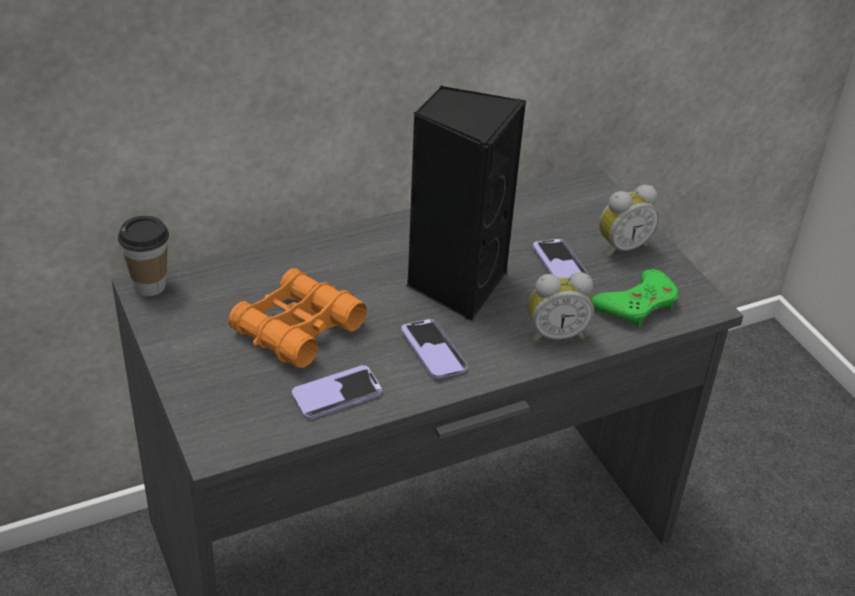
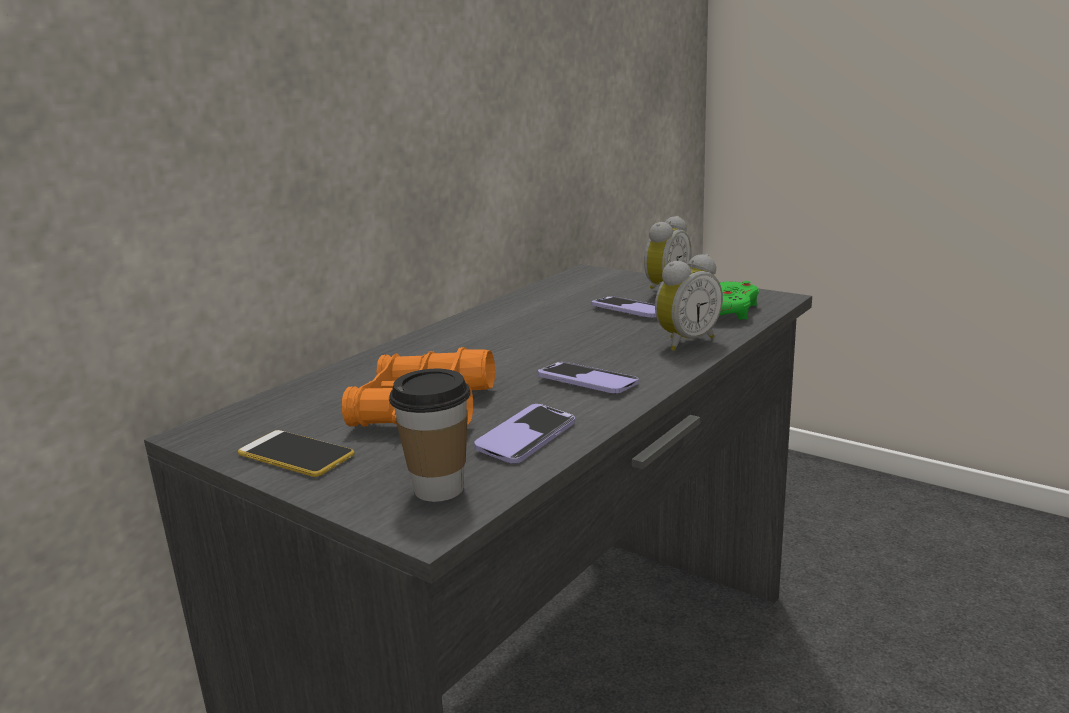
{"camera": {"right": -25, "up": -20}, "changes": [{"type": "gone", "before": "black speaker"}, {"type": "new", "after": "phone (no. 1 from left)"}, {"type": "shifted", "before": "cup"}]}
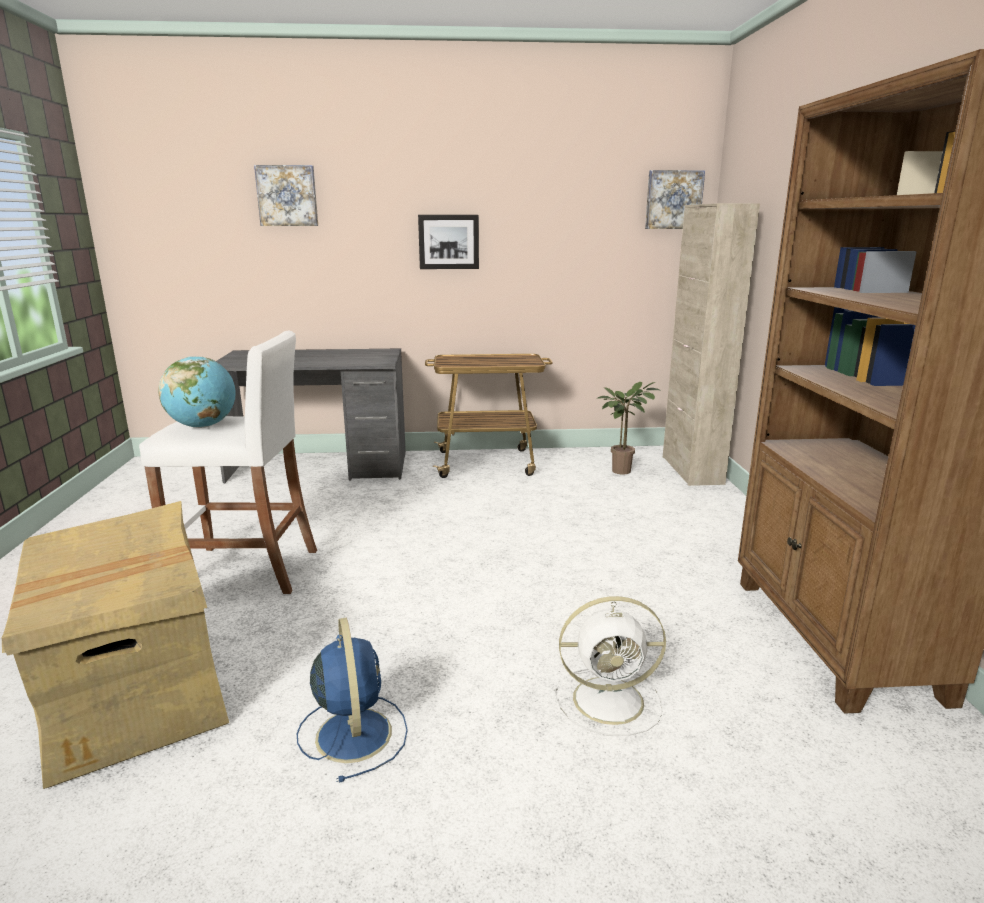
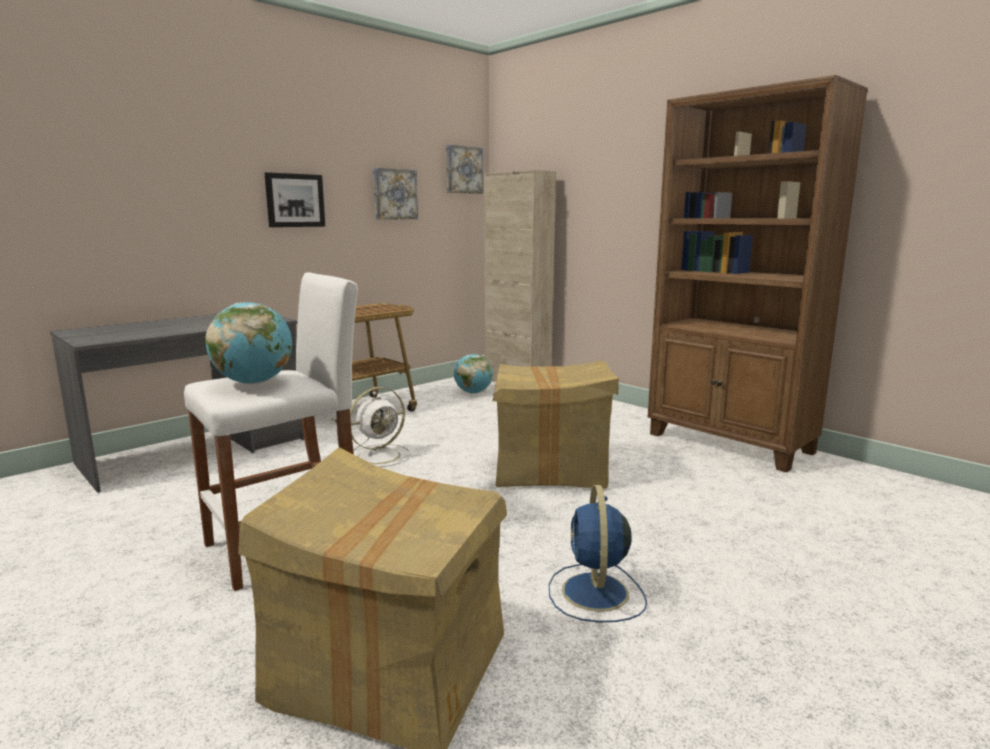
{"camera": {"right": -40, "up": -5}, "changes": [{"type": "new", "after": "cardboard box (no. 2 from left)"}, {"type": "shifted", "before": "picture (no. 1 from left in the first image)", "after": "picture (no. 2 from left)"}, {"type": "shifted", "before": "white fan"}, {"type": "swapped", "before": "potted plant", "after": "globe (no. 2 from left)"}, {"type": "rotated", "before": "blue fan", "turn": -120}]}
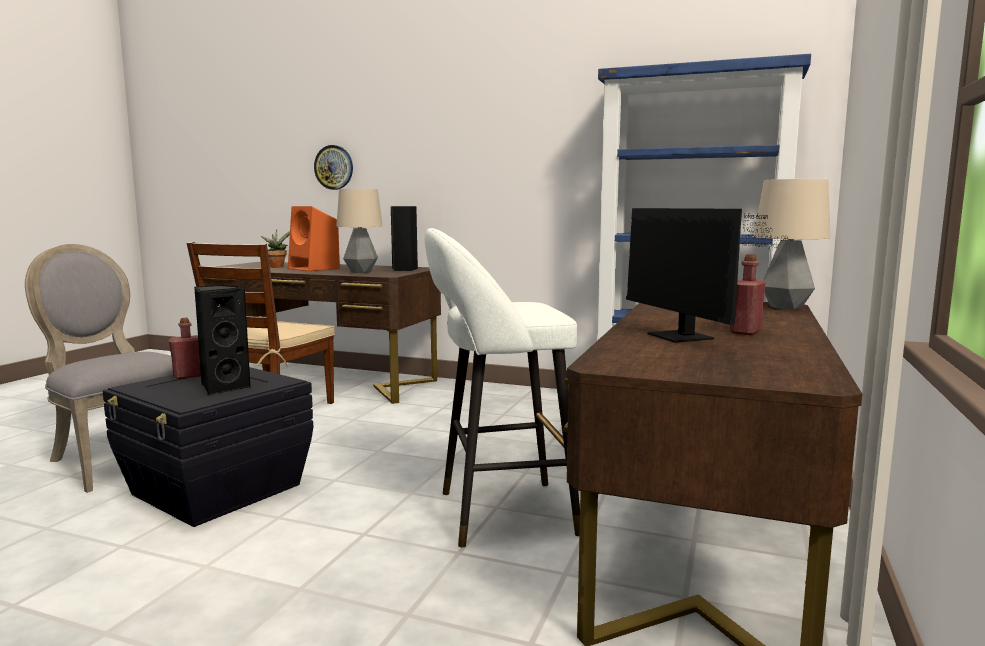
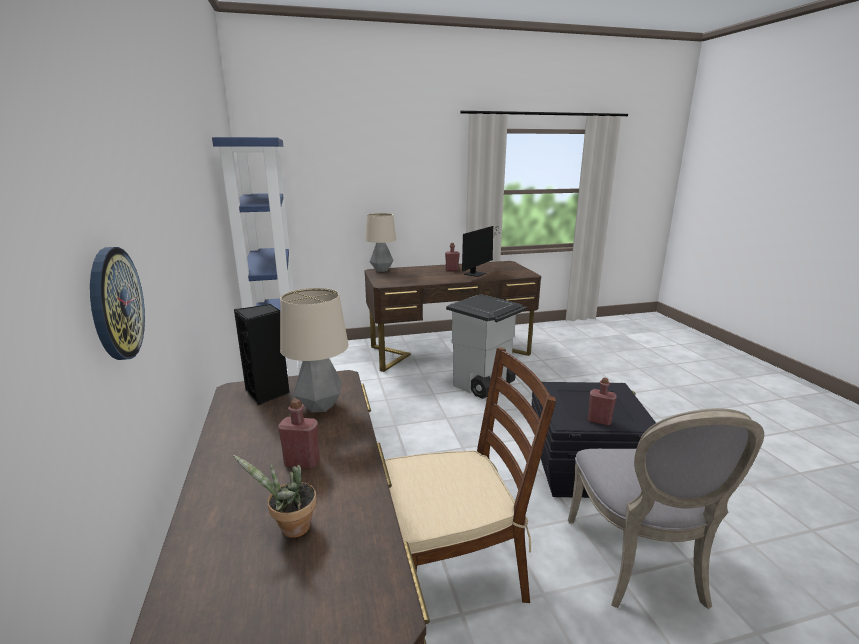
{"camera": {"right": -125, "up": 10}, "changes": [{"type": "gone", "before": "black speaker (no. 1 from left)"}, {"type": "swapped", "before": "orange speaker", "after": "red bottle (no. 1 from left)"}, {"type": "swapped", "before": "white stool", "after": "grey trash can"}]}
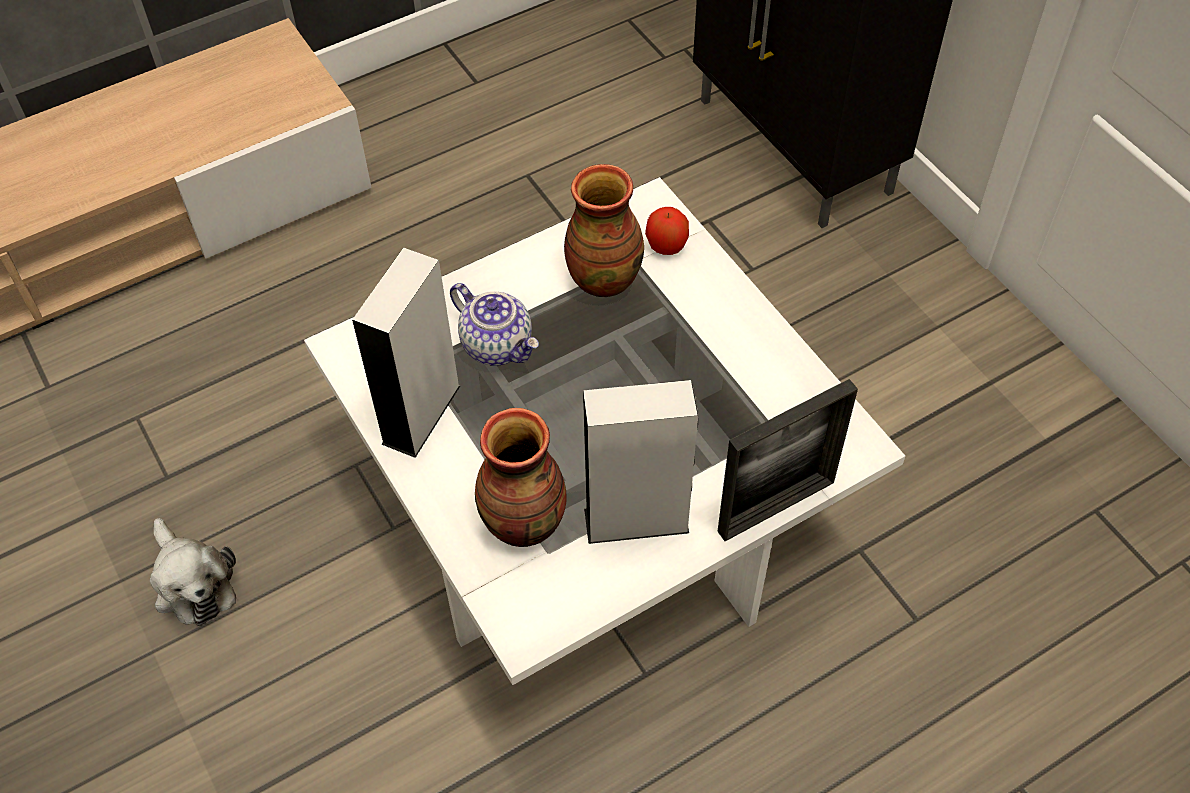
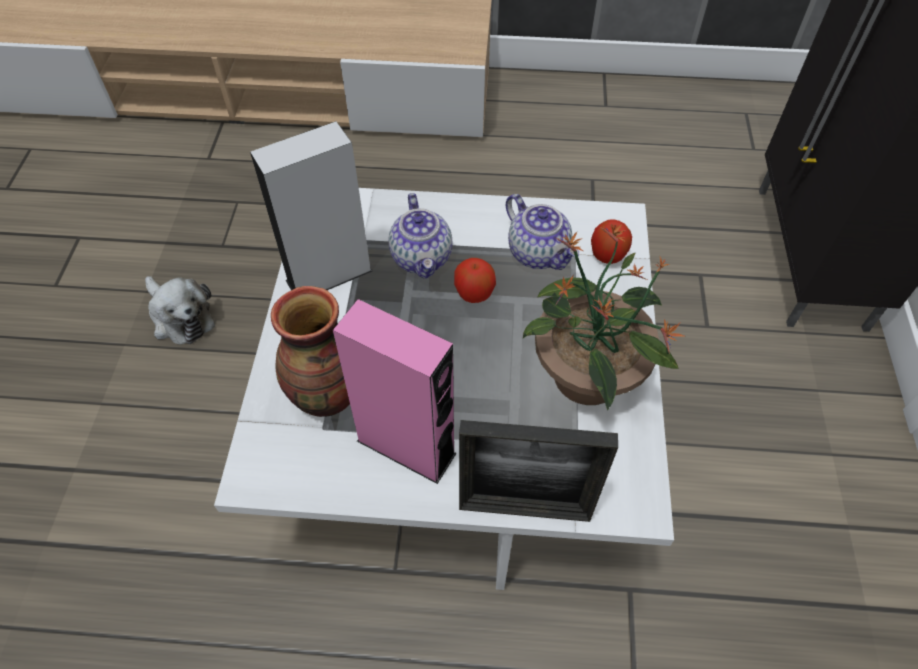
{"camera": {"right": 35, "up": 0}, "changes": [{"type": "new", "after": "apple (no. 1 from left)"}, {"type": "new", "after": "potted plant"}, {"type": "swapped", "before": "vase (no. 2 from left)", "after": "teapot (no. 2 from left)"}, {"type": "repainted", "before": "grey speaker (no. 2 from left)", "after": "pink speaker"}, {"type": "rotated", "before": "plush toy", "turn": -45}]}
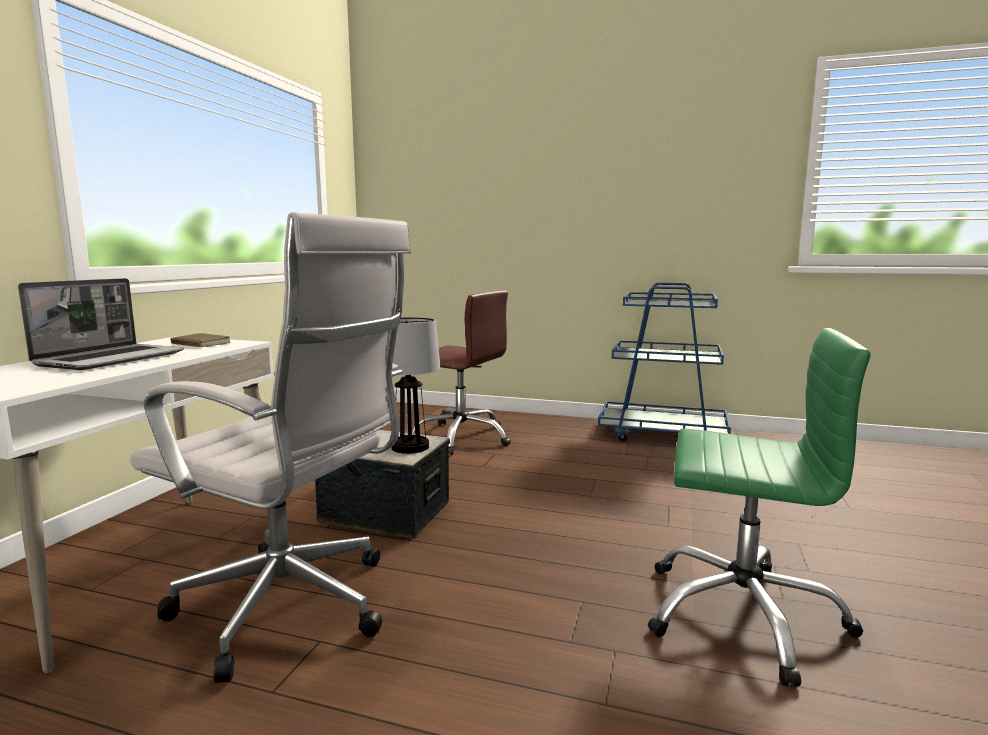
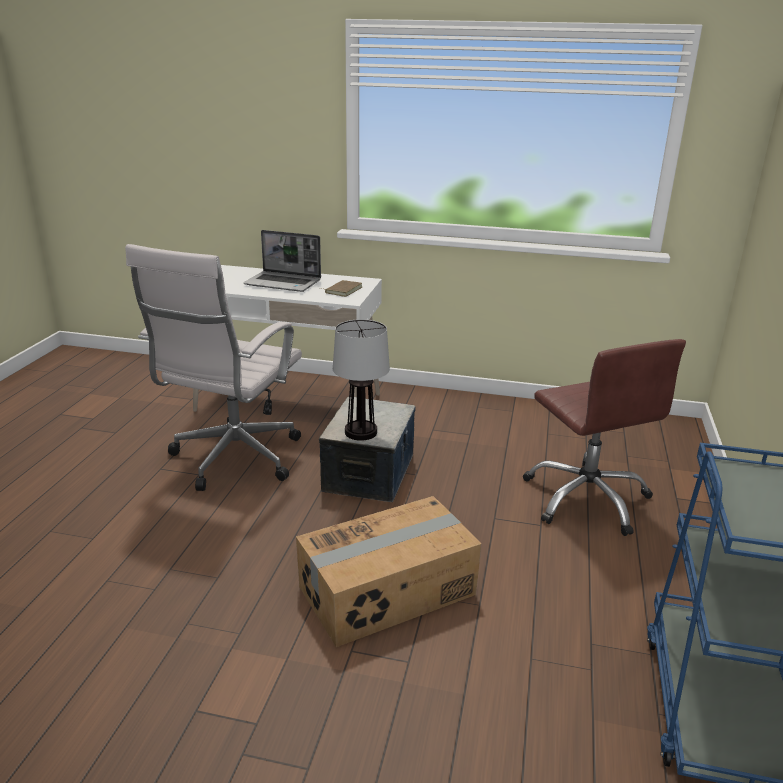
{"camera": {"right": 85, "up": 15}, "changes": [{"type": "gone", "before": "green office chair"}, {"type": "new", "after": "cardboard box"}, {"type": "rotated", "before": "brown office chair", "turn": -45}]}
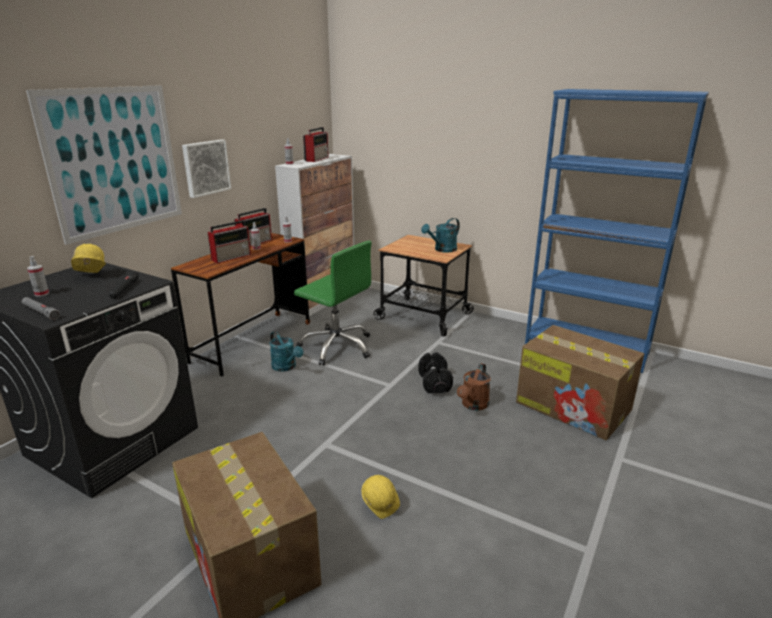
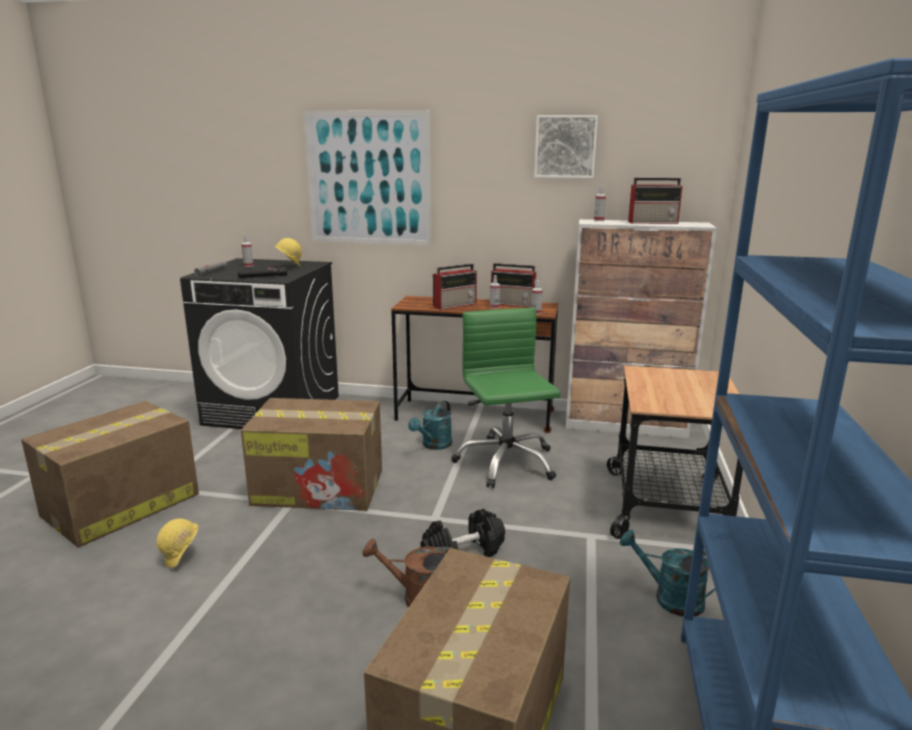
{"camera": {"right": 70, "up": -5}, "changes": [{"type": "new", "after": "cardboard box (no. 2 from left)"}, {"type": "shifted", "before": "picture (no. 2 from left)"}, {"type": "shifted", "before": "turquoise watering can (no. 2 from left)"}, {"type": "rotated", "before": "radio (no. 1 from left)", "turn": -60}, {"type": "rotated", "before": "green office chair", "turn": 150}]}
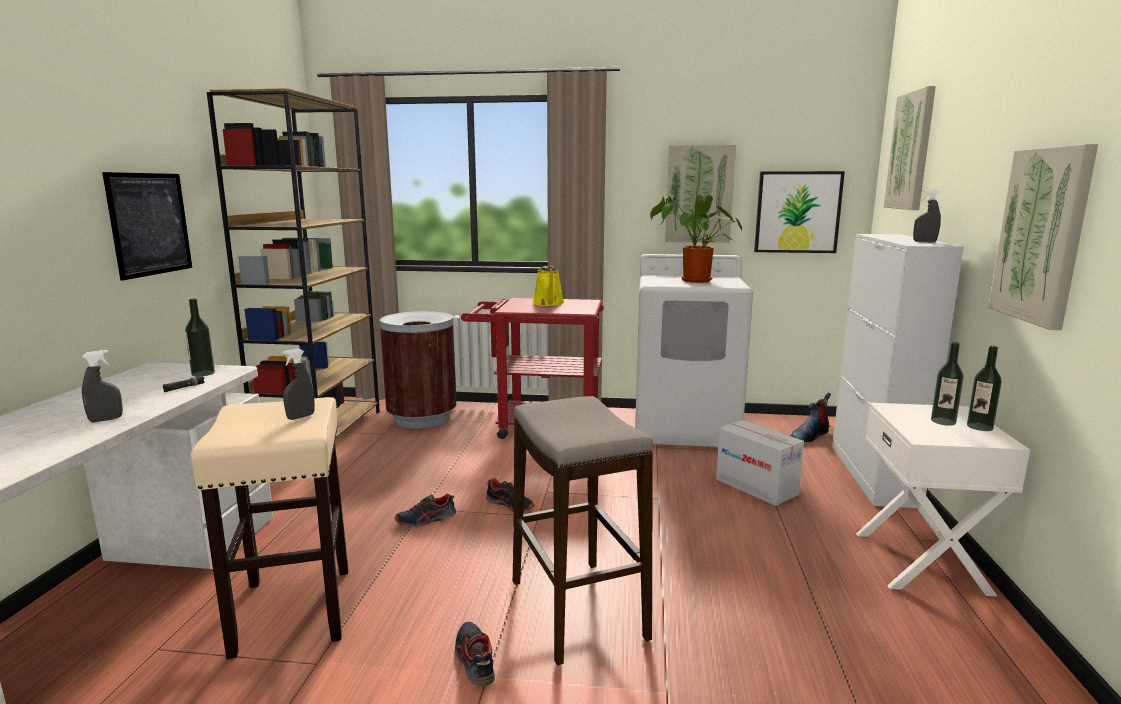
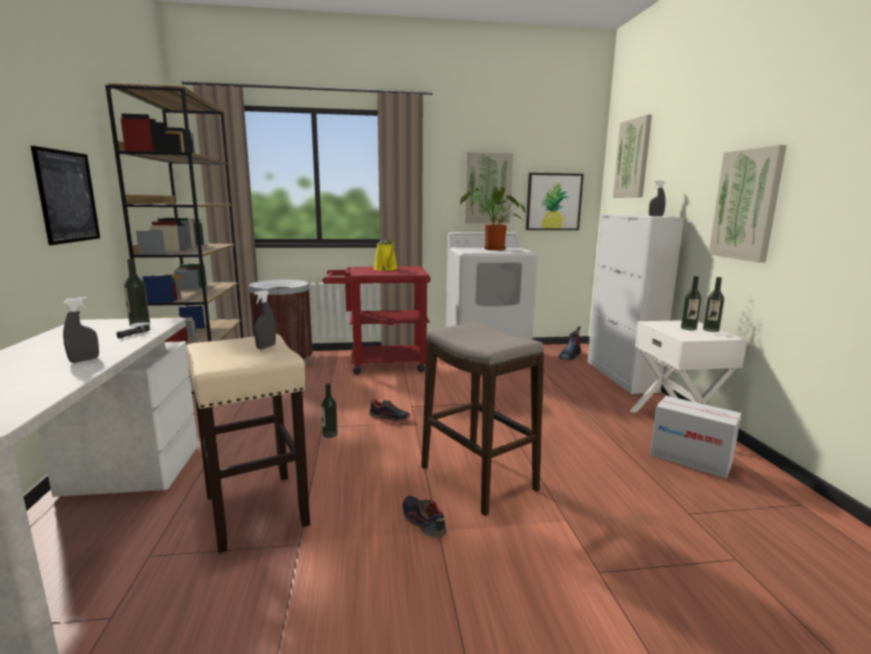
{"camera": {"right": -15, "up": 0}, "changes": [{"type": "shifted", "before": "cardboard box"}, {"type": "swapped", "before": "shoe (no. 1 from left)", "after": "bottle (no. 2 from left)"}]}
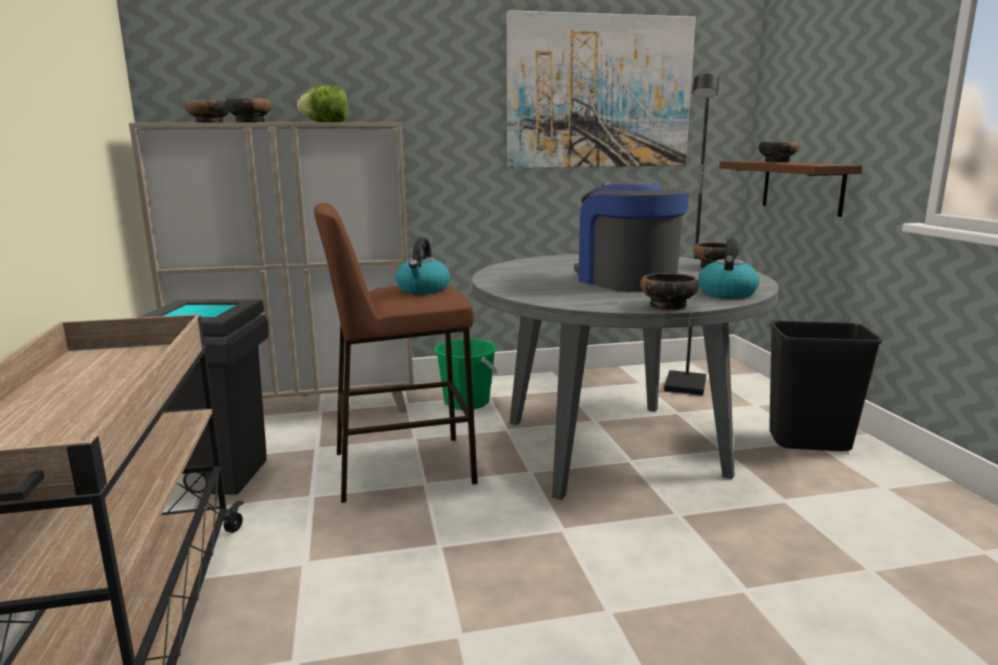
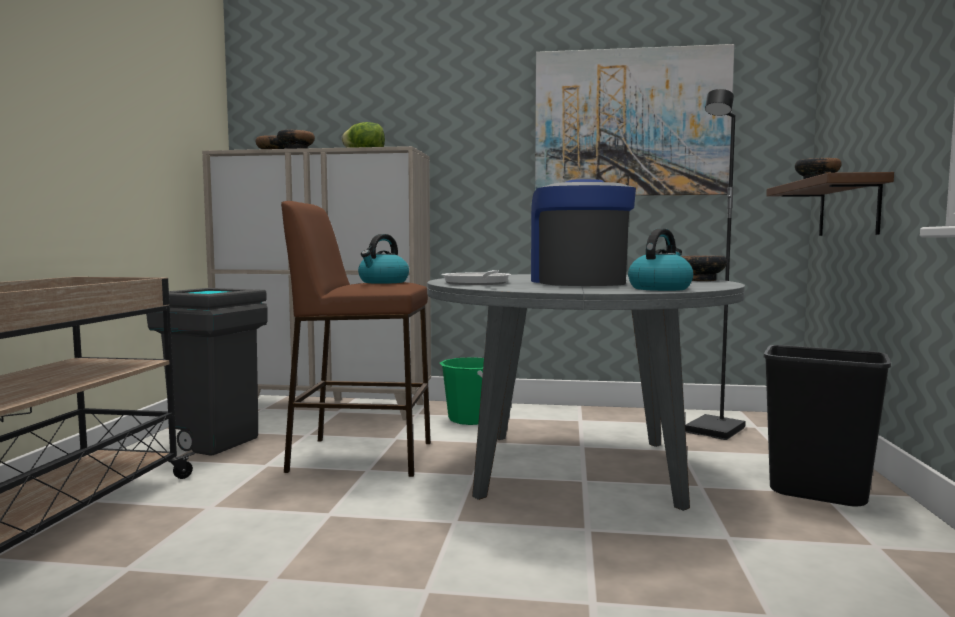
{"camera": {"right": 20, "up": -10}, "changes": [{"type": "gone", "before": "bowl (no. 3 from left)"}, {"type": "new", "after": "frying pan"}]}
